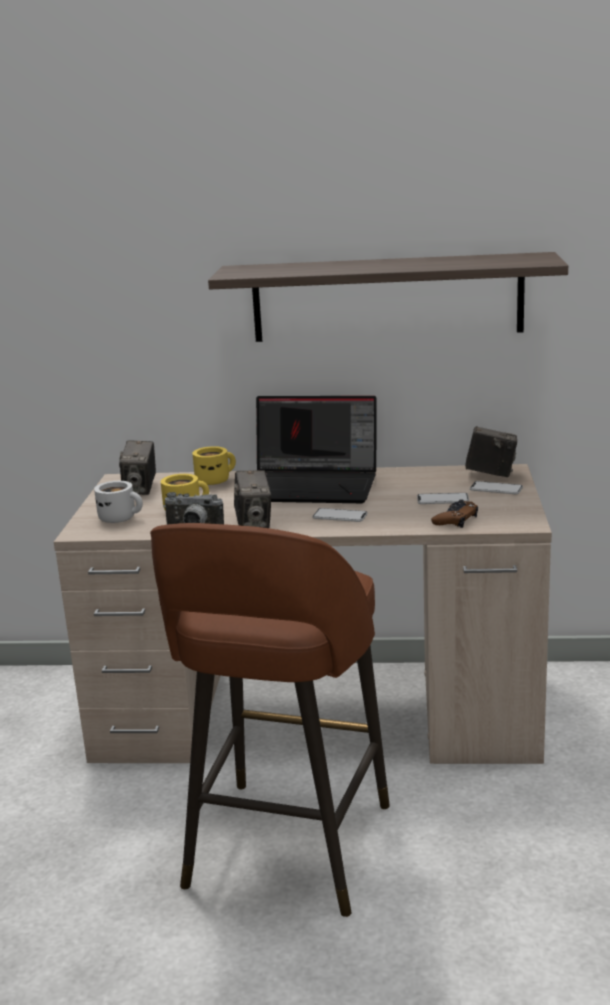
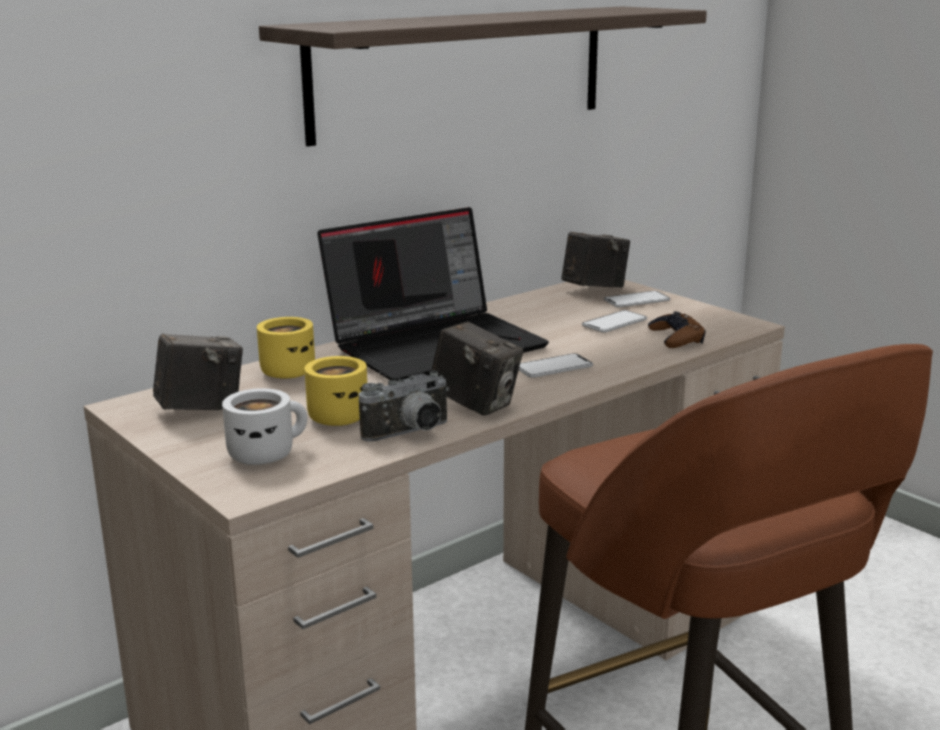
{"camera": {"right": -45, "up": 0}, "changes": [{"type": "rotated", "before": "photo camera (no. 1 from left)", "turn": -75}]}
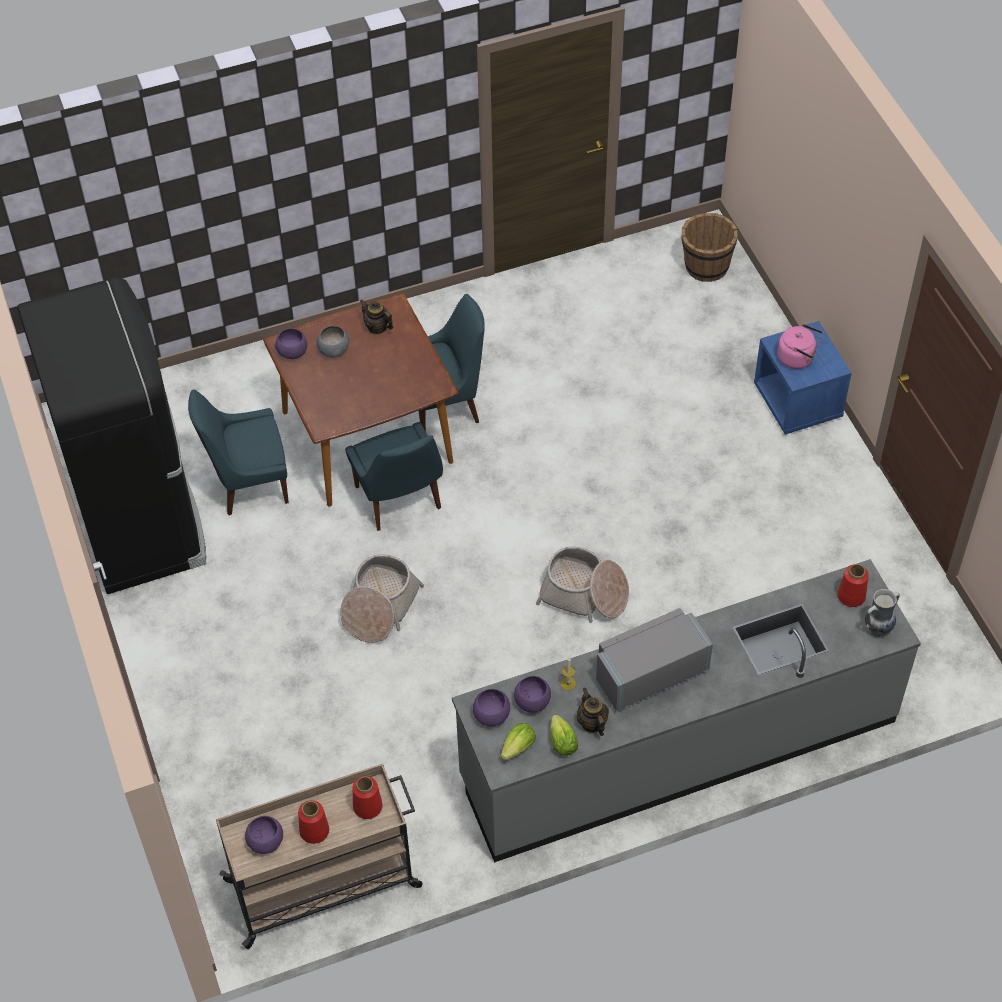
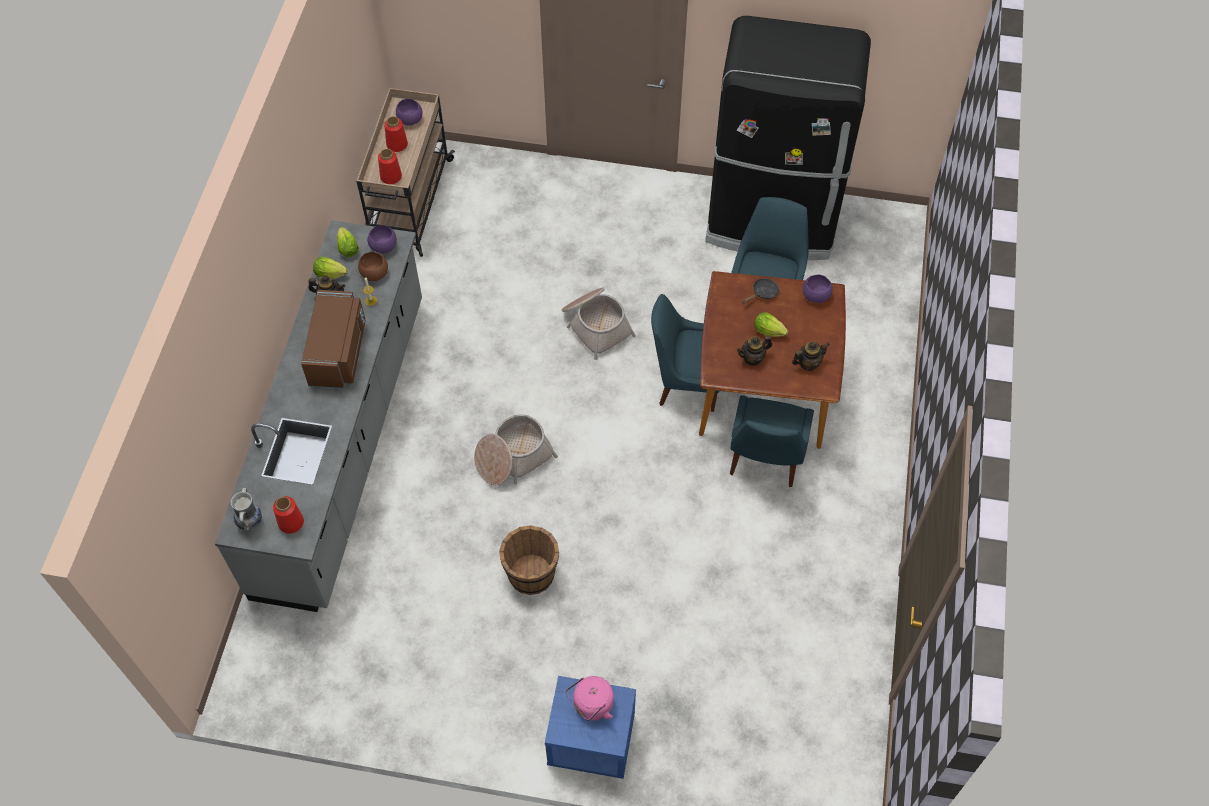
{"camera": {"right": 120, "up": 5}, "changes": [{"type": "gone", "before": "grey bowl"}, {"type": "new", "after": "teapot (no. 2 from left)"}, {"type": "new", "after": "black frying pan"}, {"type": "new", "after": "lettuce (no. 3 from left)"}, {"type": "shifted", "before": "brown bucket"}, {"type": "repainted", "before": "purple bowl (no. 4 from left)", "after": "brown bowl"}, {"type": "repainted", "before": "grey microwave", "after": "brown microwave"}]}
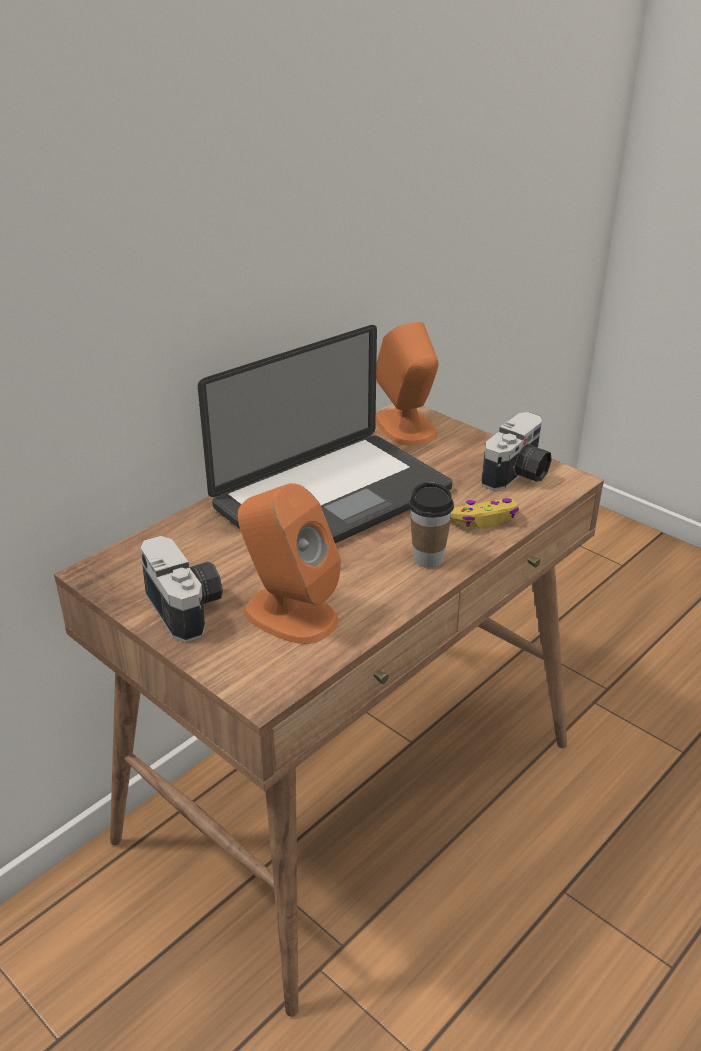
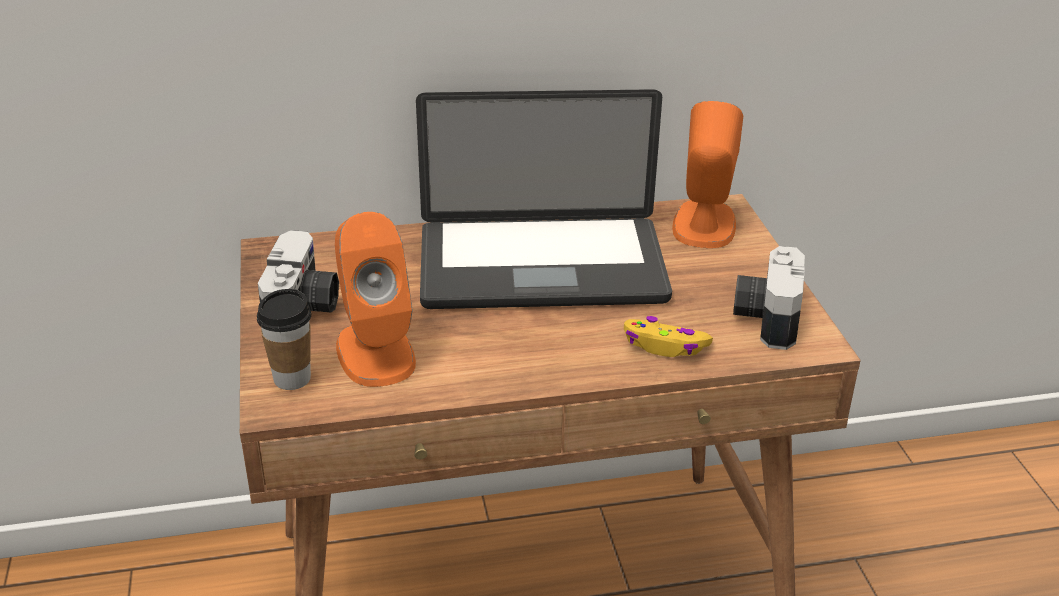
{"camera": {"right": 35, "up": 0}, "changes": [{"type": "shifted", "before": "cup"}, {"type": "rotated", "before": "photo camera (no. 2 from left)", "turn": 120}]}
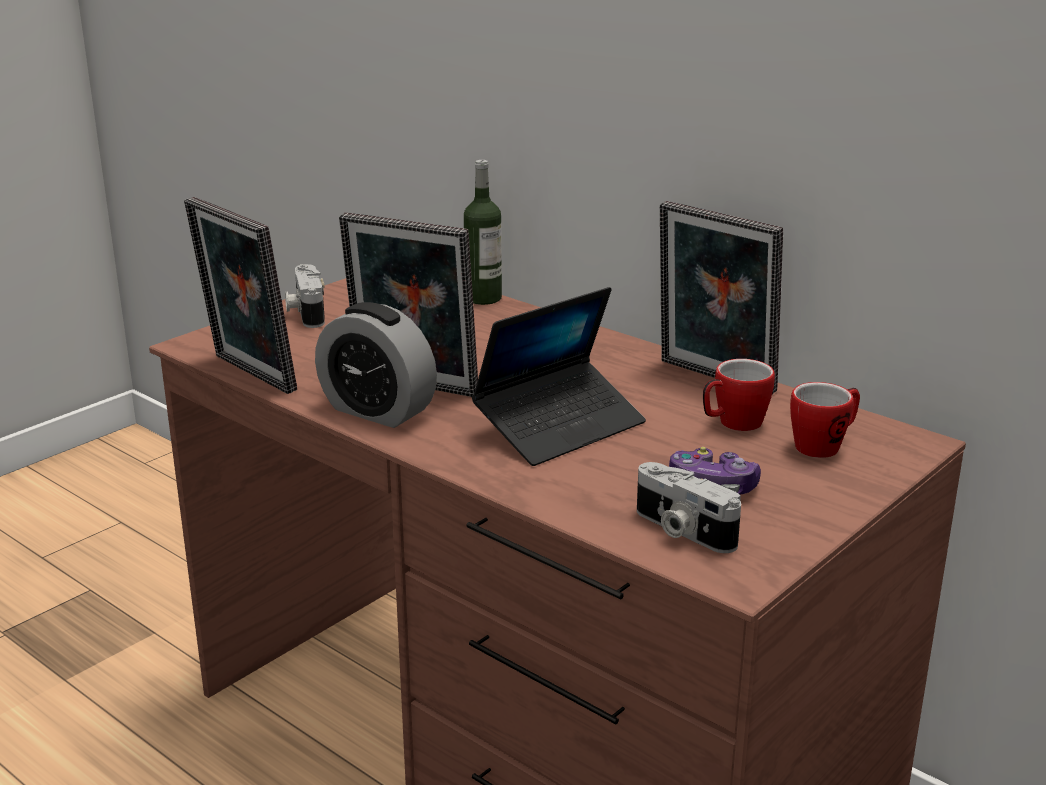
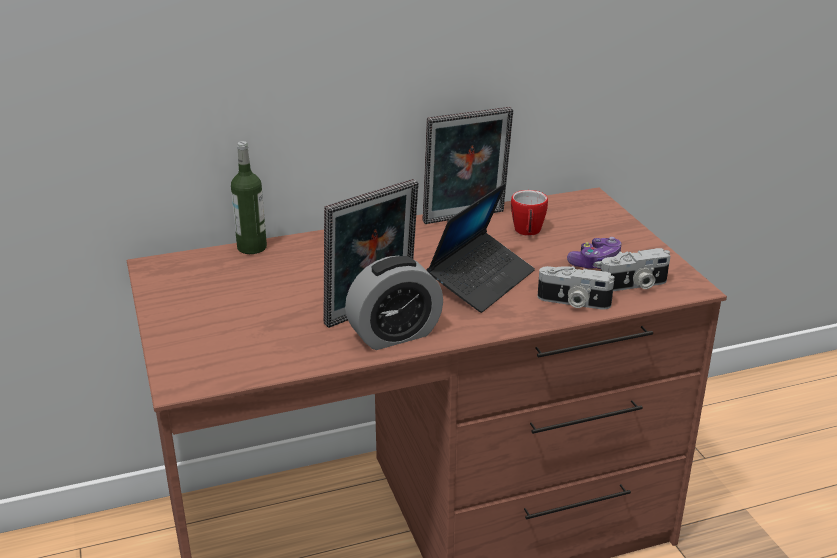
{"camera": {"right": -60, "up": 5}, "changes": [{"type": "gone", "before": "picture frame (no. 1 from left)"}, {"type": "gone", "before": "mug (no. 2 from left)"}, {"type": "shifted", "before": "photo camera (no. 1 from left)"}, {"type": "rotated", "before": "laptop", "turn": 45}]}
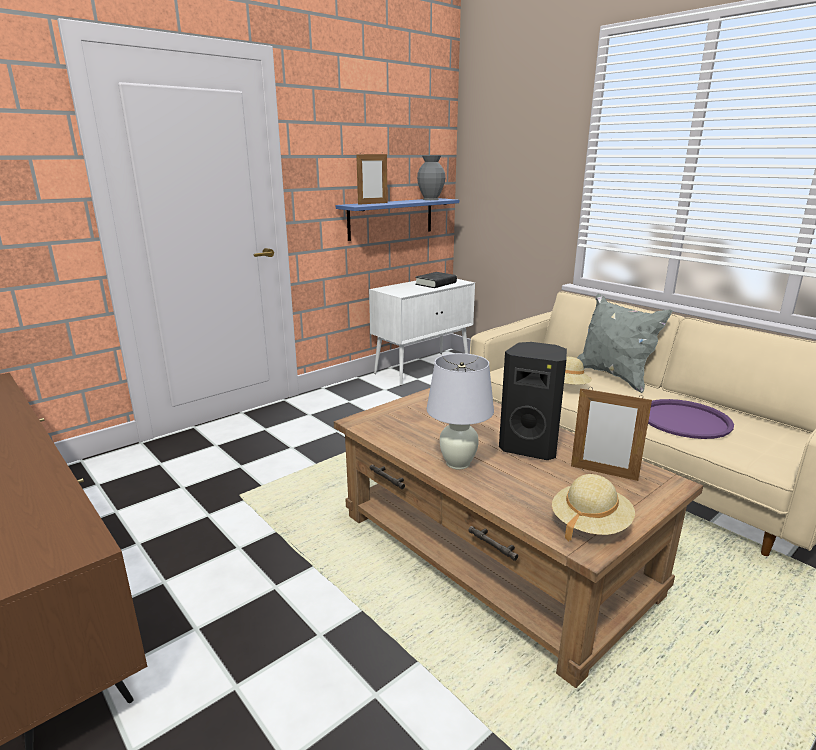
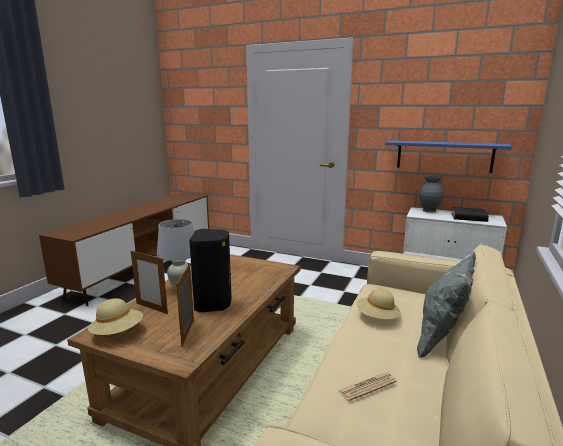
{"camera": {"right": 65, "up": -5}, "changes": [{"type": "shifted", "before": "picture frame (no. 1 from left)"}, {"type": "shifted", "before": "grey vase"}, {"type": "swapped", "before": "purple tray", "after": "newspaper"}]}
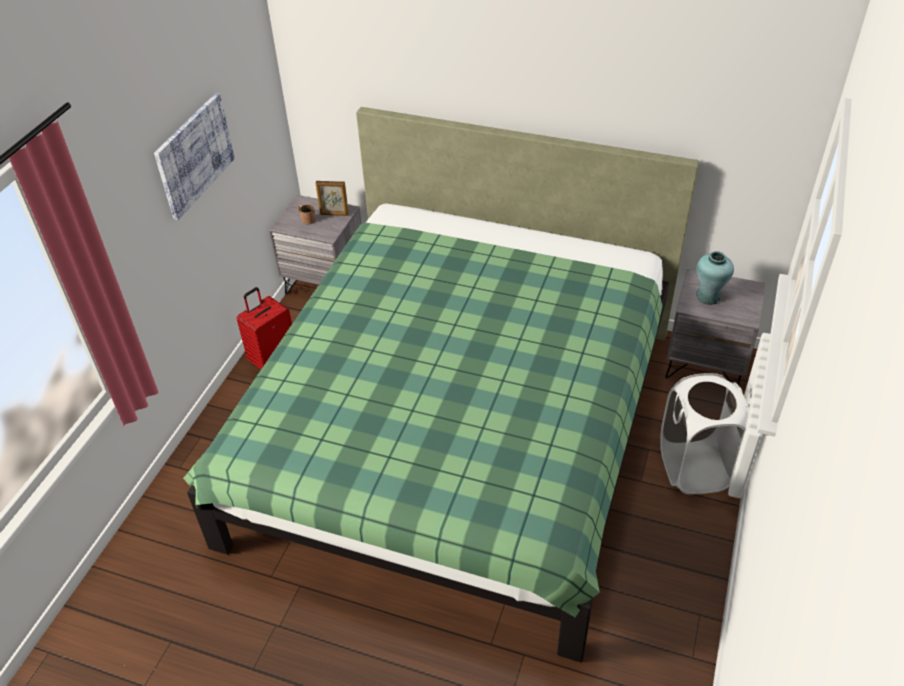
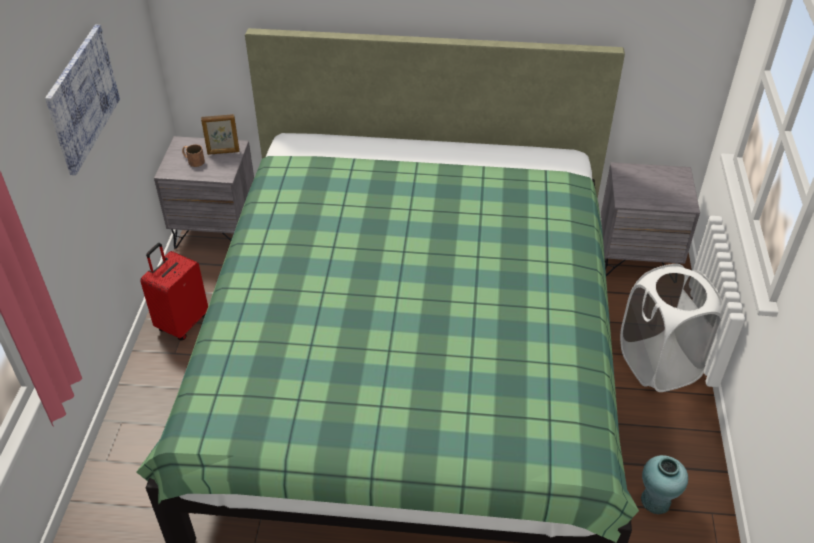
{"camera": {"right": -15, "up": 0}, "changes": [{"type": "shifted", "before": "turquoise vase"}]}
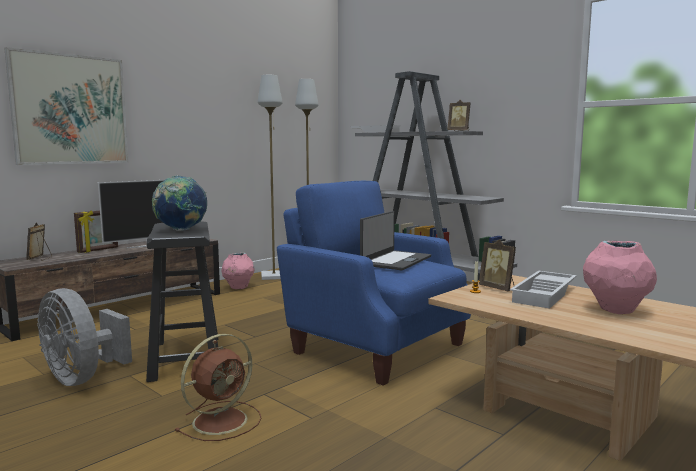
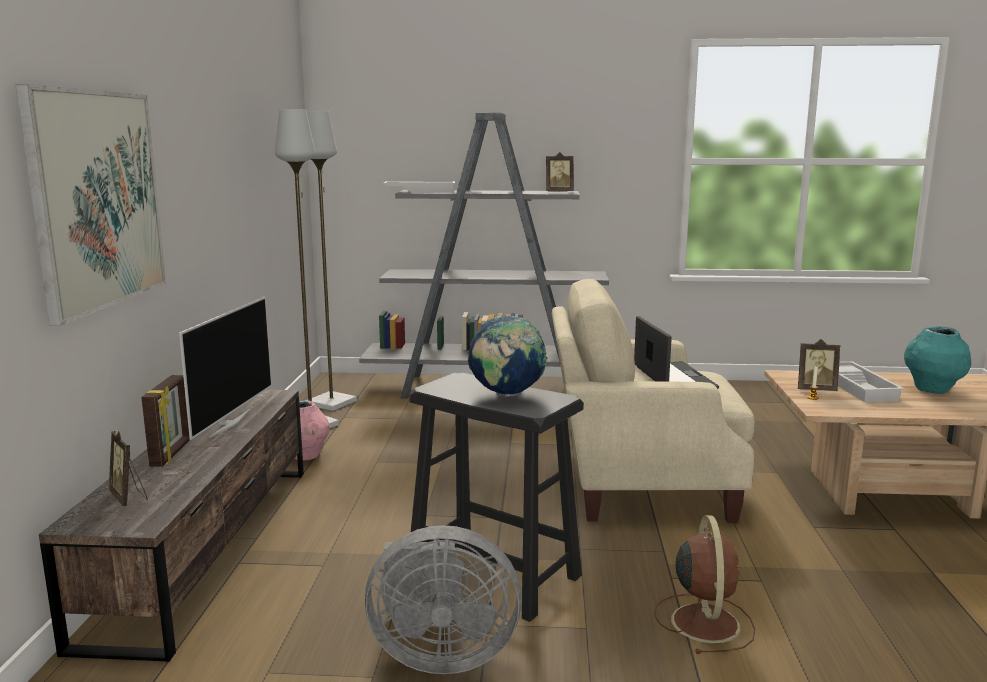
{"camera": {"right": -40, "up": 5}, "changes": [{"type": "repainted", "before": "blue armchair", "after": "beige armchair"}, {"type": "repainted", "before": "pink vase (no. 2 from left)", "after": "turquoise vase"}]}
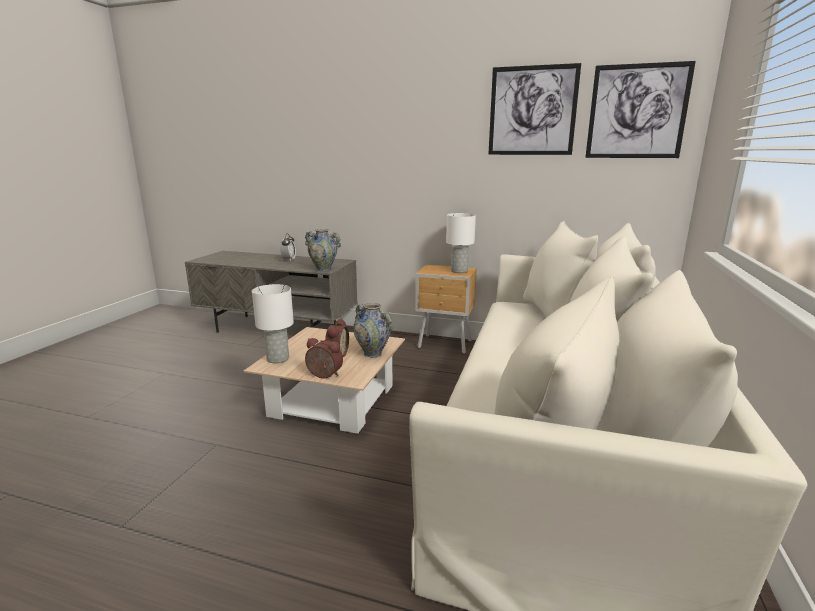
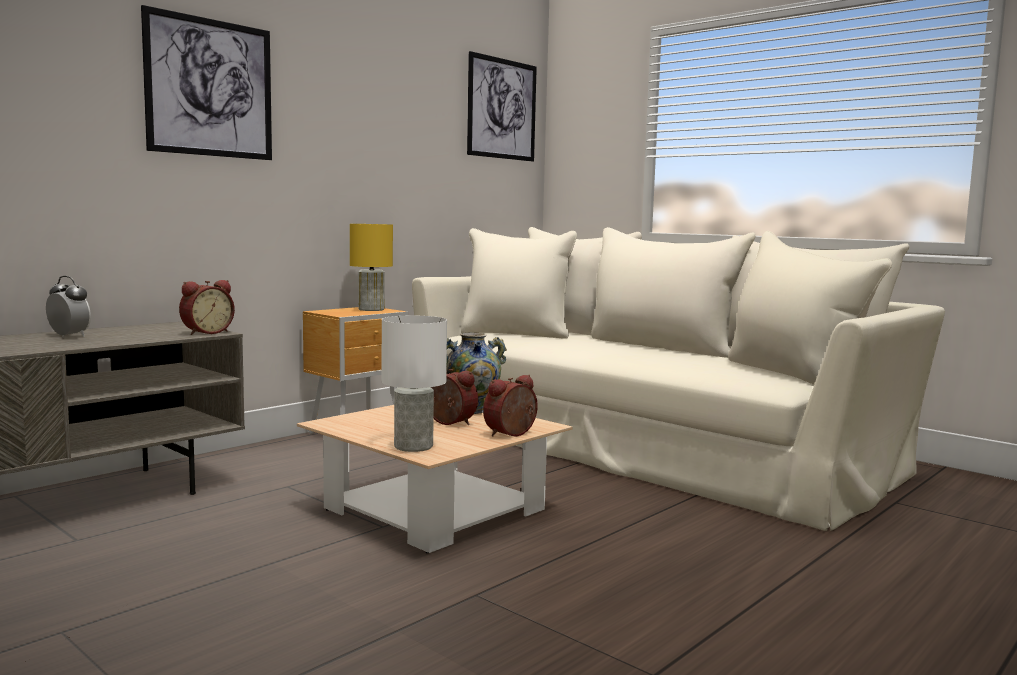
{"camera": {"right": -65, "up": -10}, "changes": [{"type": "shifted", "before": "picture (no. 1 from left)"}, {"type": "swapped", "before": "vase (no. 1 from left)", "after": "alarm clock (no. 2 from left)"}, {"type": "repainted", "before": "white table lamp (no. 2 from left)", "after": "yellow table lamp"}]}
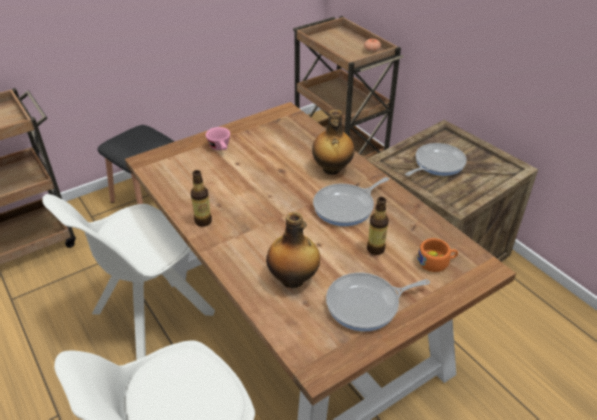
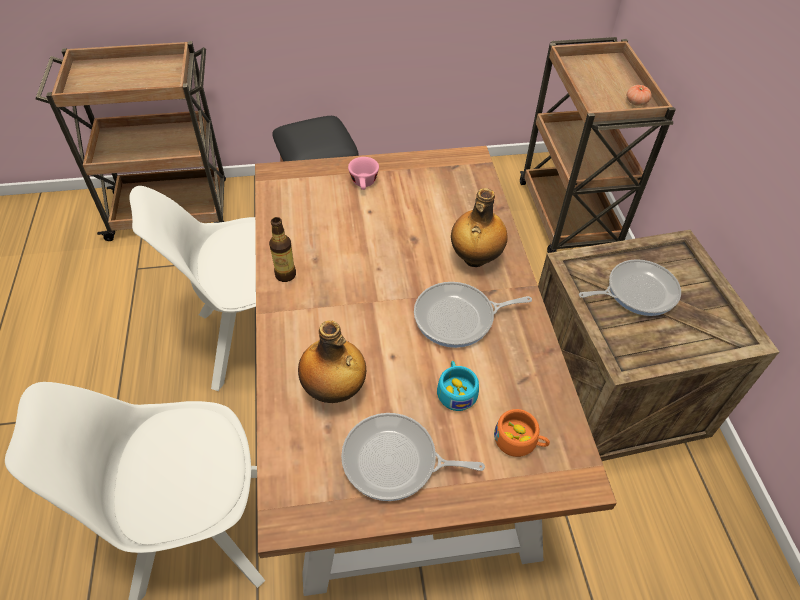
{"camera": {"right": 25, "up": 10}, "changes": [{"type": "swapped", "before": "bottle (no. 4 from left)", "after": "turquoise cup"}]}
